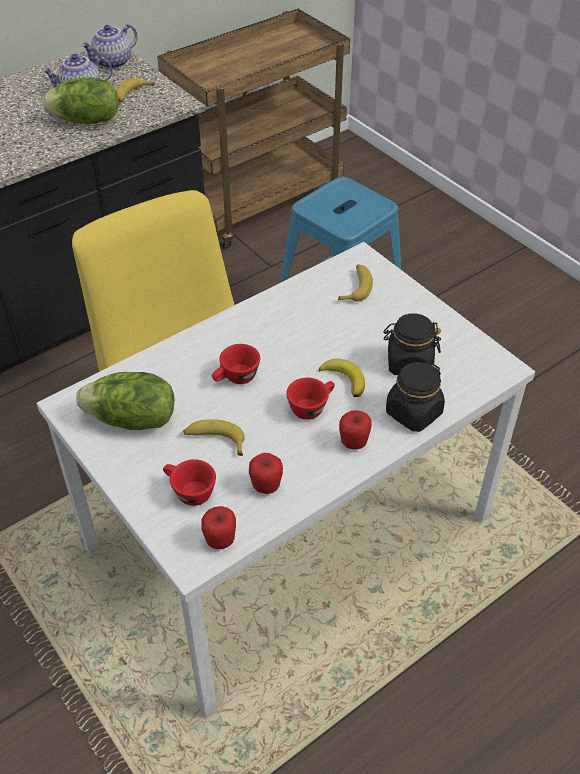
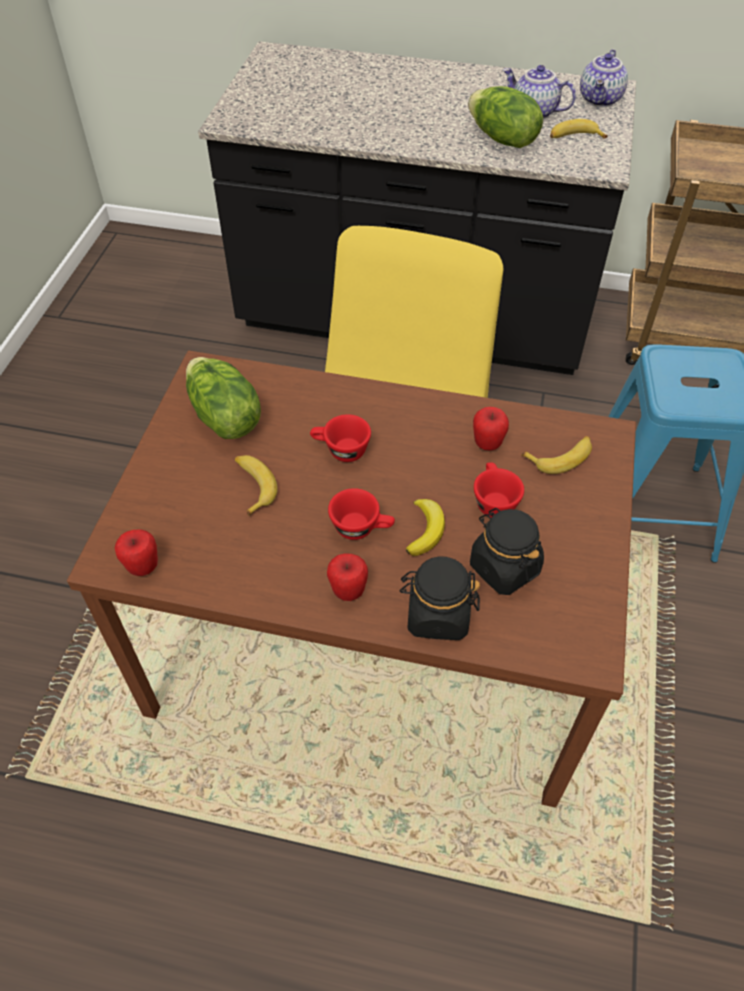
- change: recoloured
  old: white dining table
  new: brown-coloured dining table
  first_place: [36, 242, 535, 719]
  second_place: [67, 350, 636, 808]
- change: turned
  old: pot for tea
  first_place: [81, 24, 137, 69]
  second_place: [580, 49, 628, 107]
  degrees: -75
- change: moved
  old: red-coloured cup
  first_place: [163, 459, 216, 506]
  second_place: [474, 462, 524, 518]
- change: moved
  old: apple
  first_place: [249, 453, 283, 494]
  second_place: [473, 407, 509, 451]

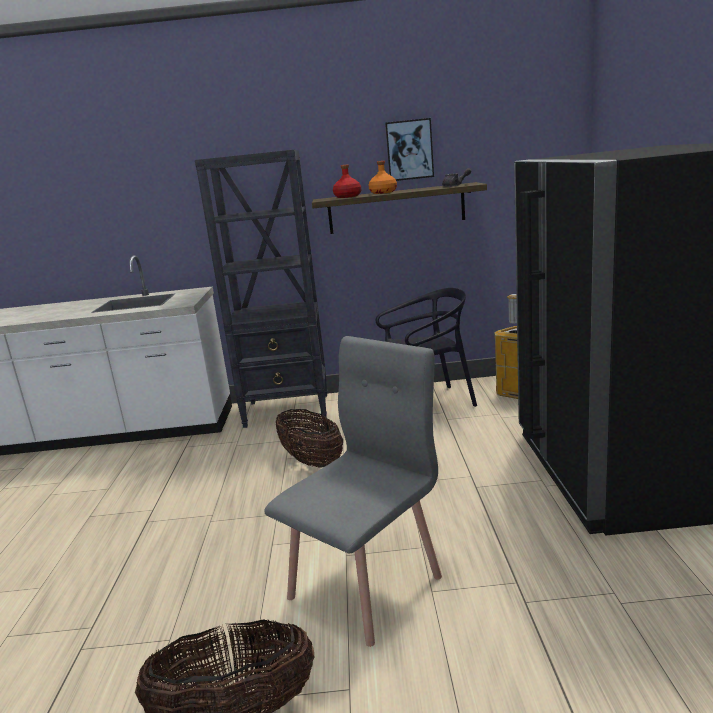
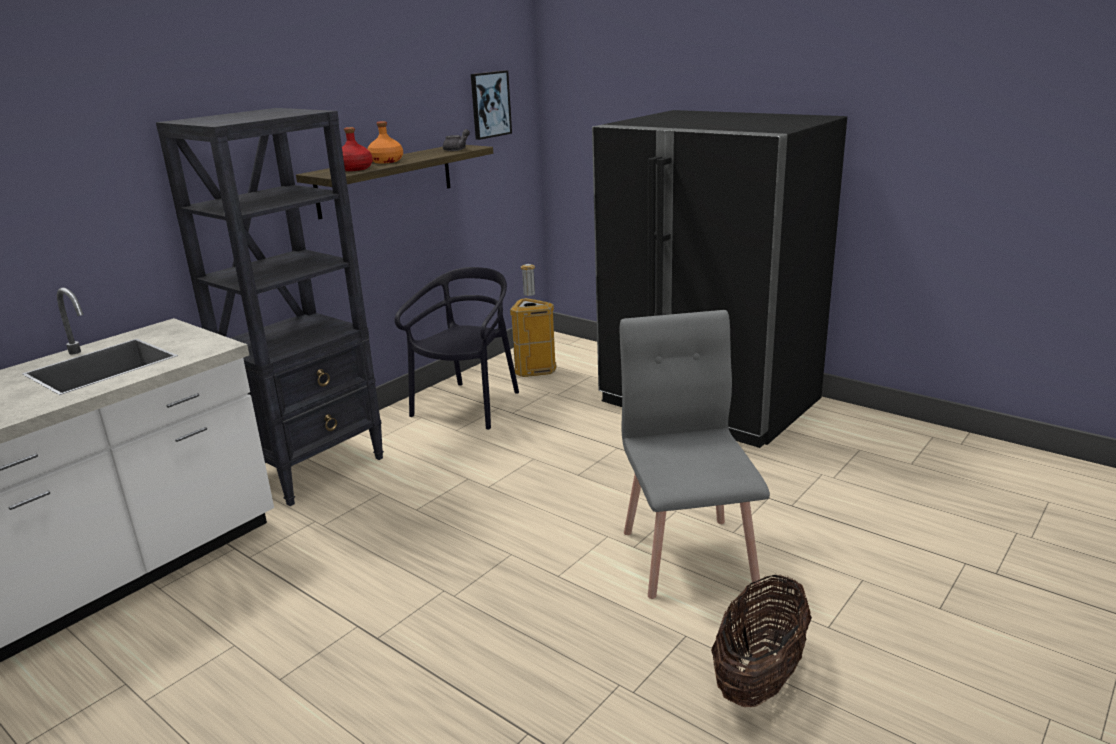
- change: removed
  old: basket
  first_place: [276, 409, 343, 468]
- change: moved
  old: wall picture
  first_place: [385, 118, 434, 181]
  second_place: [471, 71, 512, 140]

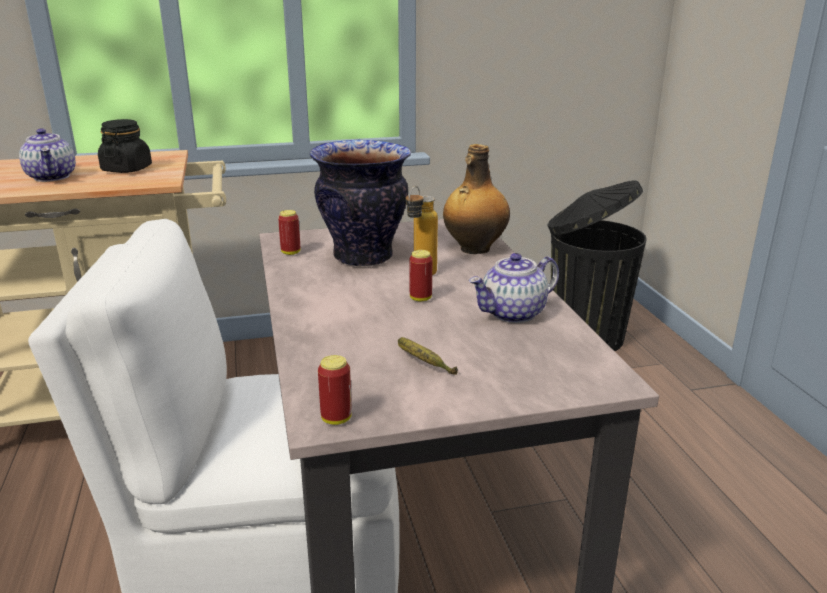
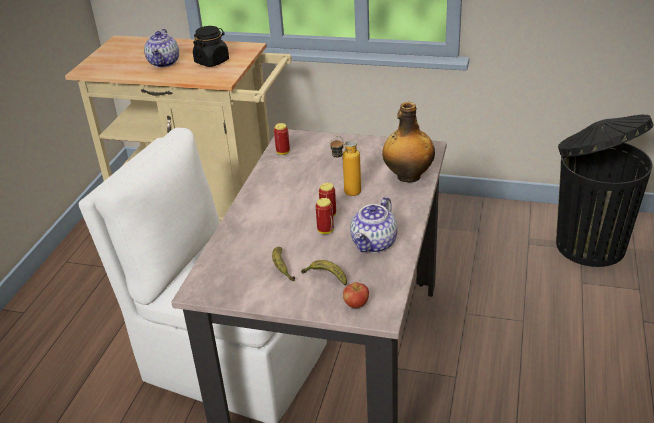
- change: removed
  old: flower vase
  first_place: [310, 140, 411, 266]
- change: moved
  old: can
  first_place: [318, 355, 352, 425]
  second_place: [316, 198, 334, 234]
- change: turned
  old: pot for tea
  first_place: [469, 253, 559, 323]
  second_place: [350, 197, 398, 253]
  degrees: -60
- change: added
  new: banana
  second_place: [301, 260, 347, 285]
- change: added
  new: apple
  second_place: [343, 282, 369, 308]

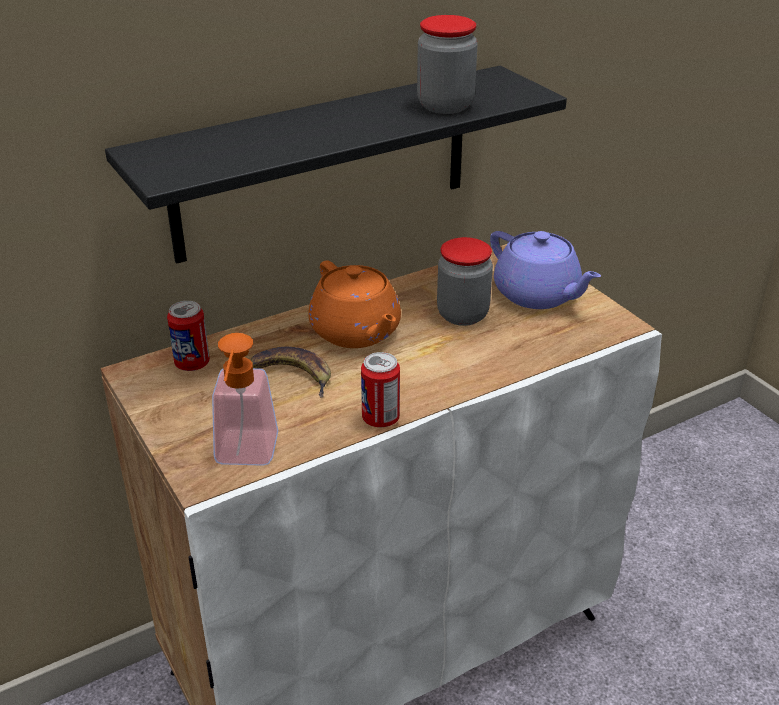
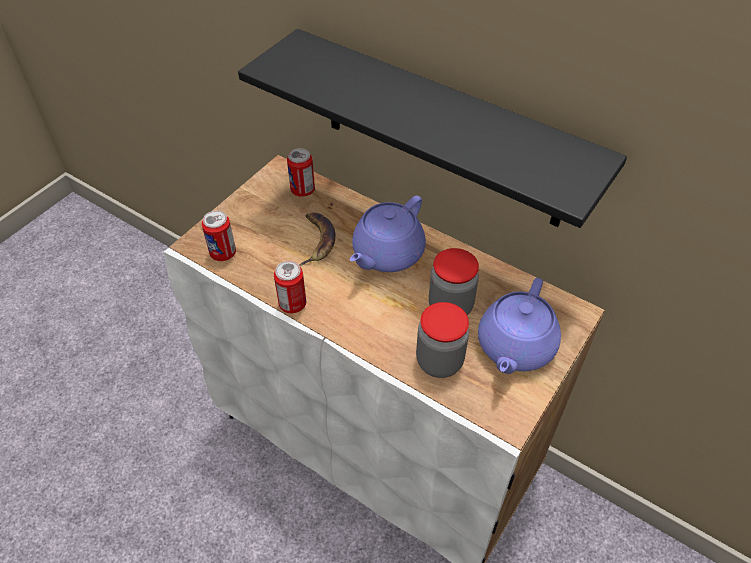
- change: replaced
  old: liquid soap bottle
  new: can
  first_place: [212, 333, 278, 466]
  second_place: [202, 210, 236, 261]
- change: recoloured
  old: orange-coloured pot for tea
  new: purplish pot for tea
  first_place: [308, 261, 401, 348]
  second_place: [350, 196, 426, 272]
- change: moved
  old: storage jar
  first_place: [417, 15, 478, 114]
  second_place: [416, 302, 469, 378]

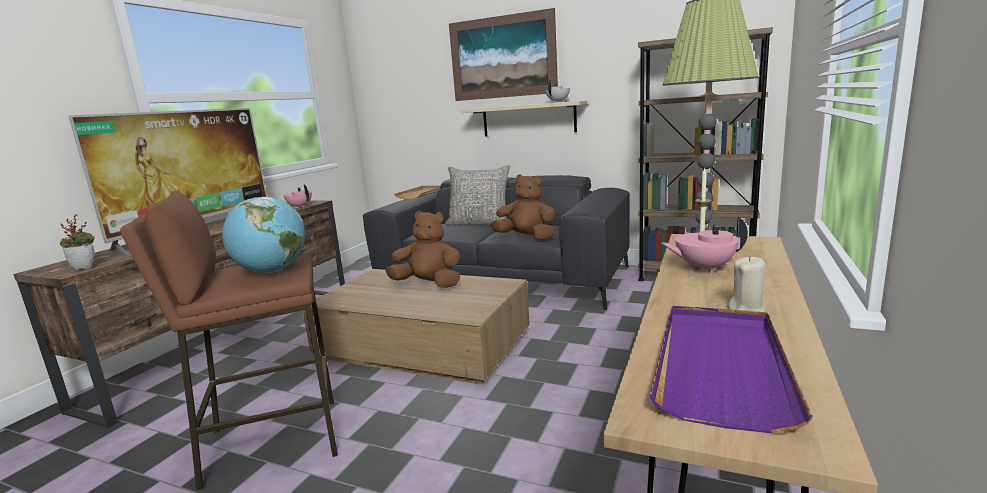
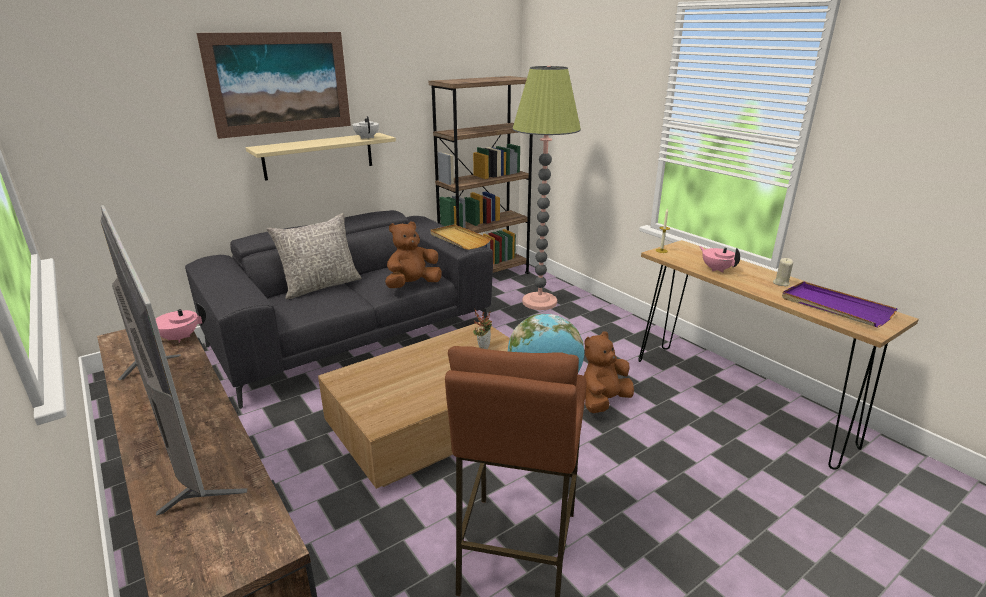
- change: moved
  old: potted plant
  first_place: [60, 214, 95, 270]
  second_place: [473, 310, 492, 349]
- change: moved
  old: brown-coloured soft toy
  first_place: [386, 210, 461, 288]
  second_place: [584, 332, 634, 413]
- change: moved
  old: beige carrying tray
  first_place: [394, 186, 440, 199]
  second_place: [430, 224, 491, 250]
- change: turned
  old: pink pot for tea
  first_place: [661, 216, 748, 273]
  second_place: [699, 246, 740, 272]
  degrees: 120

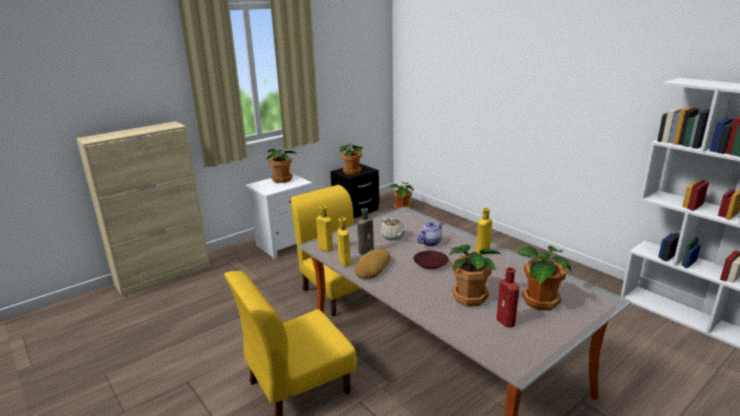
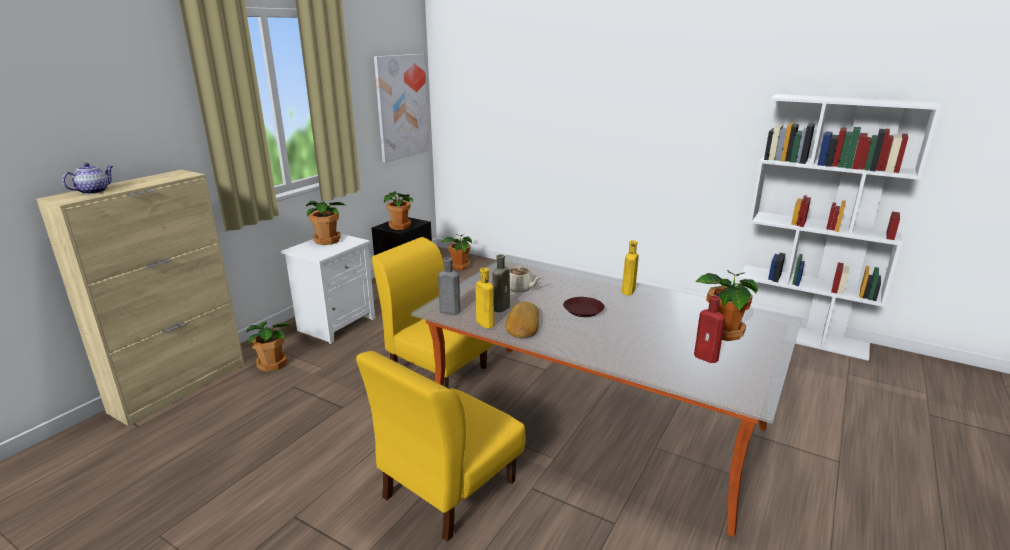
- change: recoloured
  old: yellowish beverage bottle
  new: grey beverage bottle
  first_place: [316, 206, 333, 252]
  second_place: [438, 257, 460, 315]
- change: moved
  old: pot for tea
  first_place: [417, 222, 443, 246]
  second_place: [62, 163, 113, 194]
- change: moved
  old: potted plant
  first_place: [449, 245, 501, 306]
  second_place: [246, 322, 293, 372]
- change: added
  new: wall picture
  second_place: [374, 54, 429, 162]

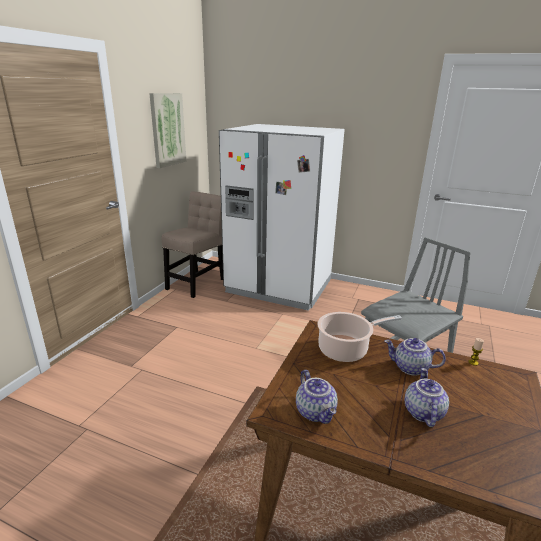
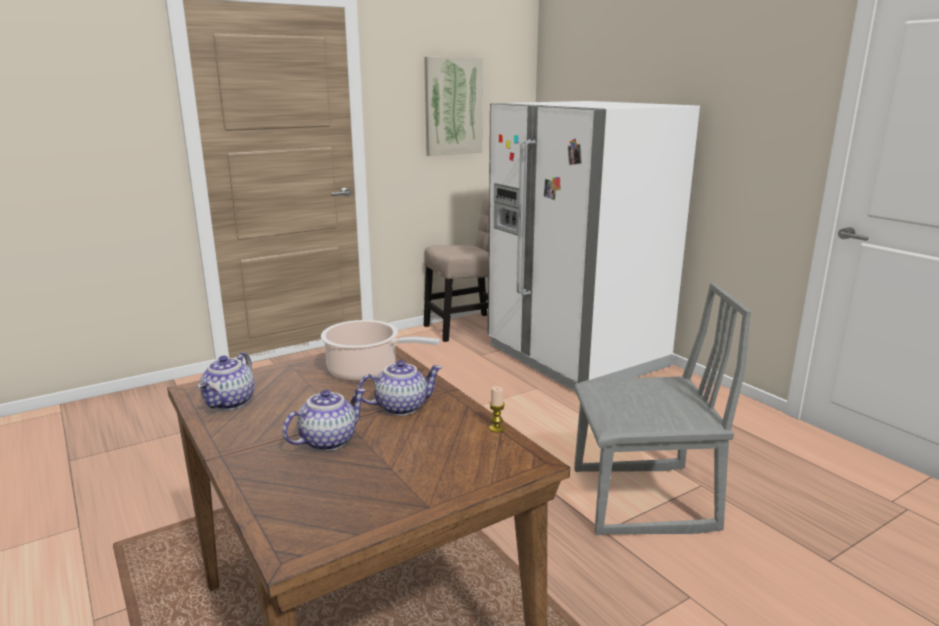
- change: turned
  old: pot for tea
  first_place: [384, 338, 446, 376]
  second_place: [357, 360, 442, 416]
  degrees: 105

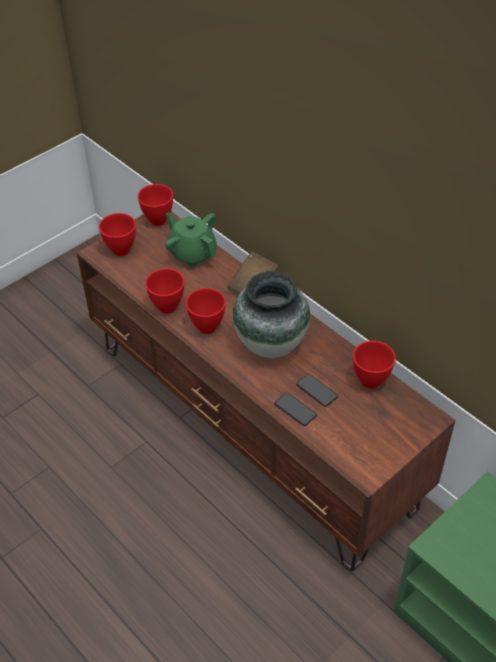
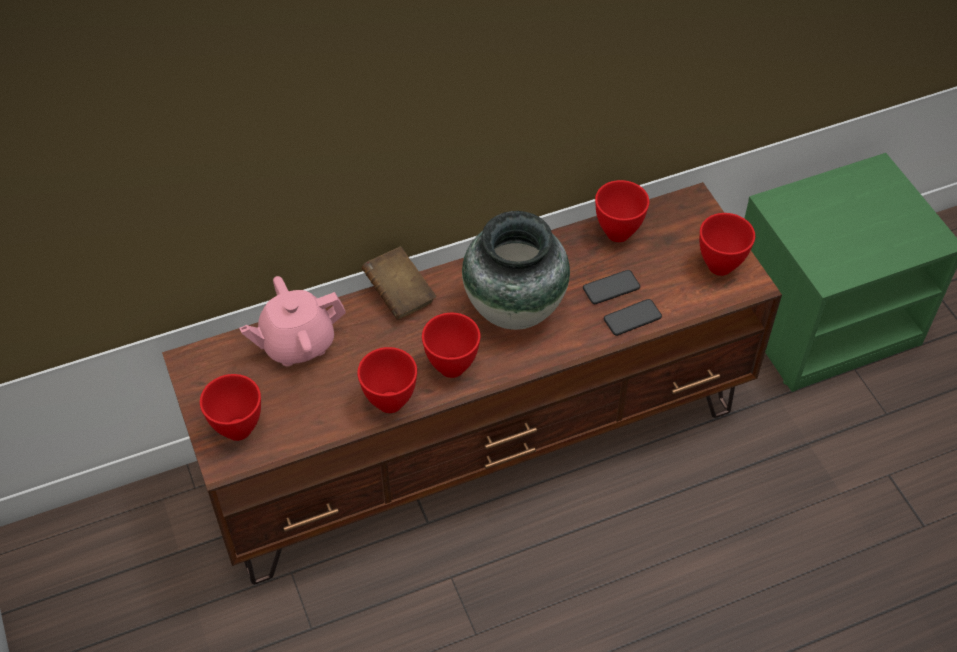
- change: moved
  old: red-coloured bowl
  first_place: [138, 184, 173, 226]
  second_place: [700, 213, 755, 276]
- change: recoloured
  old: green pot for tea
  new: pink pot for tea
  first_place: [165, 212, 217, 267]
  second_place: [239, 276, 346, 366]

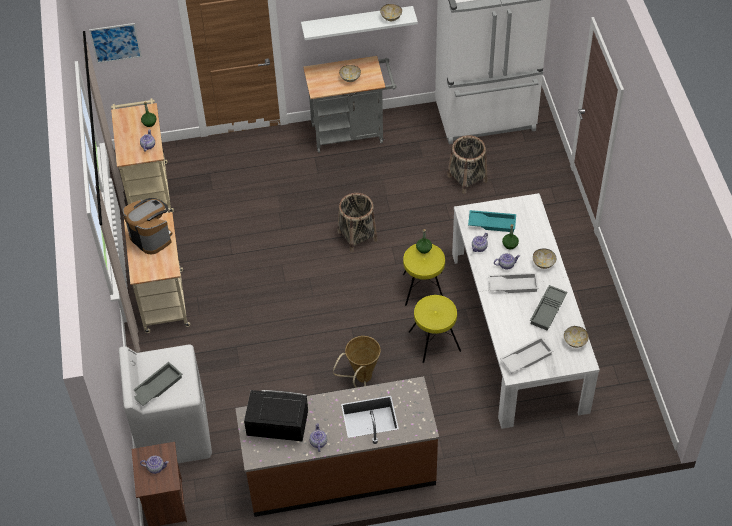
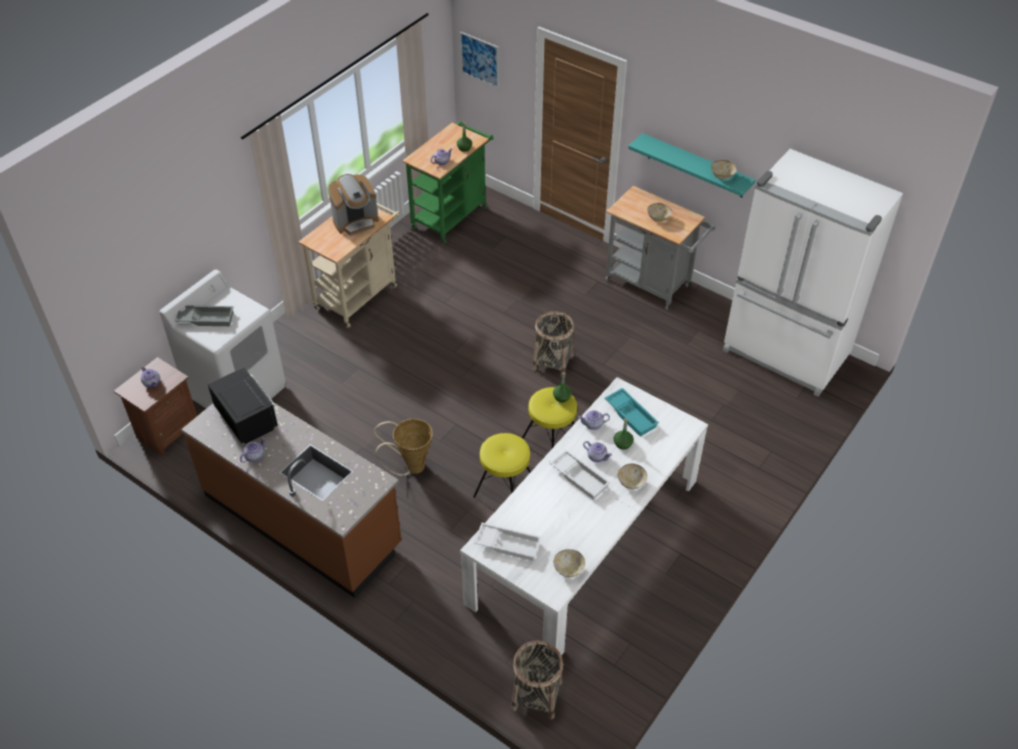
- change: recoloured
  old: beige trolley
  new: green trolley
  first_place: [111, 98, 174, 212]
  second_place: [402, 121, 494, 244]
- change: turned
  old: coffee machine
  first_place: [123, 198, 172, 254]
  second_place: [328, 174, 379, 236]
  degrees: 60
- change: recoloured
  old: white shelf
  new: blue-green shelf
  first_place: [301, 6, 418, 40]
  second_place: [628, 133, 755, 197]
- change: moved
  old: basket
  first_place: [447, 135, 488, 194]
  second_place: [511, 641, 563, 719]
- change: removed
  old: grey carrying tray
  first_place: [530, 285, 568, 331]

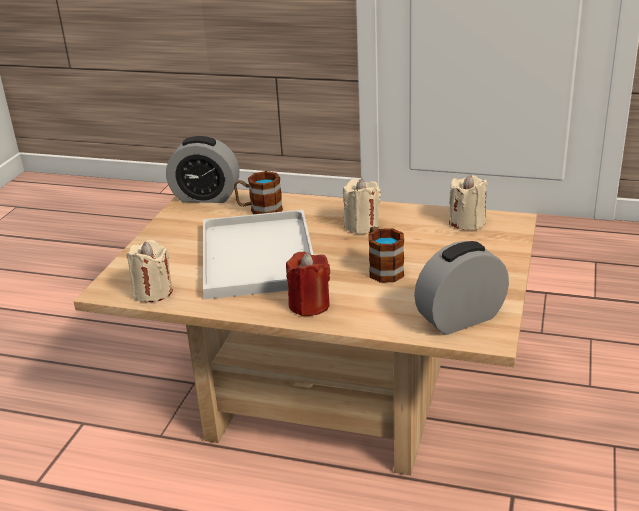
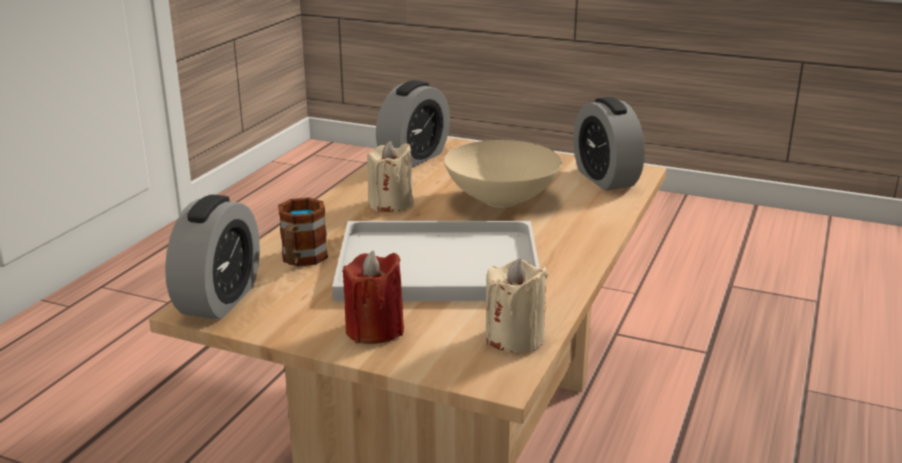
- change: moved
  old: red-coloured wax light
  first_place: [286, 252, 330, 317]
  second_place: [343, 251, 404, 344]
- change: replaced
  old: coffee mug
  new: beige bowl
  first_place: [368, 227, 404, 282]
  second_place: [444, 140, 562, 208]
- change: replaced
  old: beige wax light
  new: alarm clock
  first_place: [449, 174, 488, 230]
  second_place: [376, 80, 450, 168]

